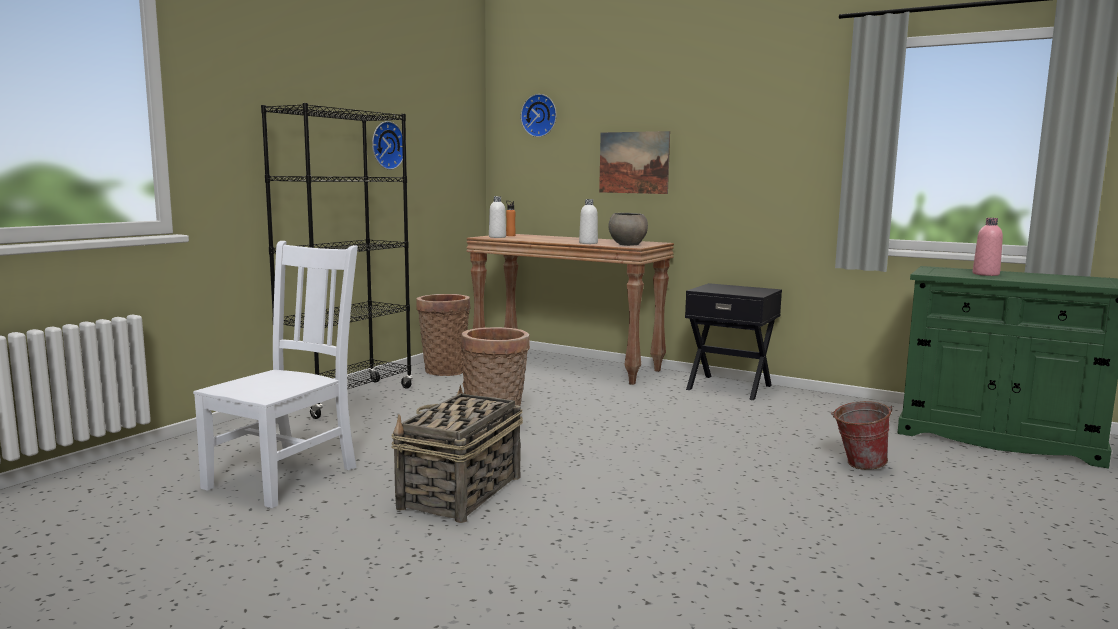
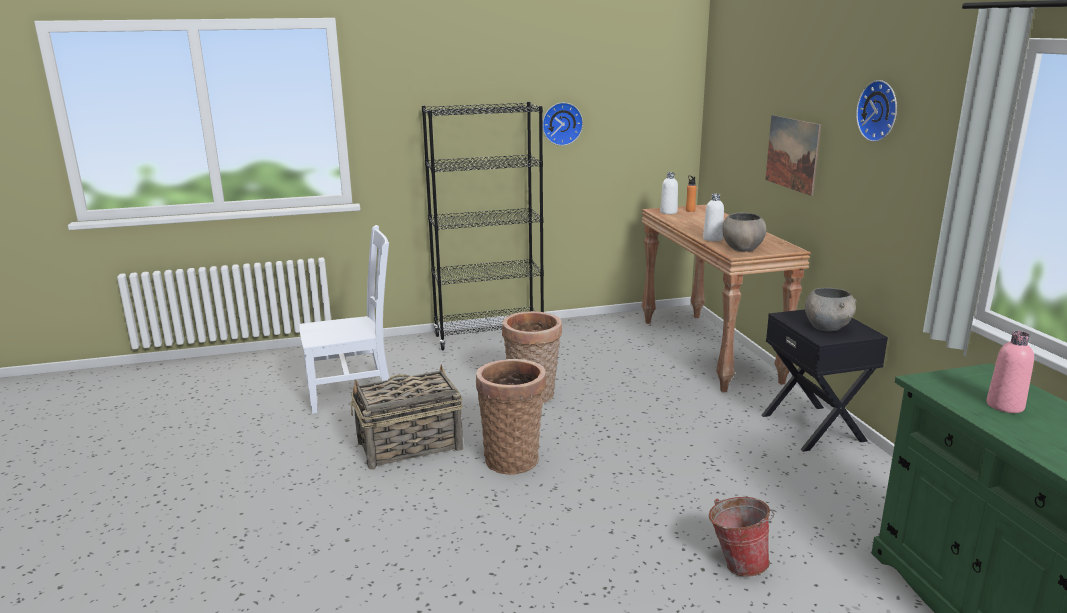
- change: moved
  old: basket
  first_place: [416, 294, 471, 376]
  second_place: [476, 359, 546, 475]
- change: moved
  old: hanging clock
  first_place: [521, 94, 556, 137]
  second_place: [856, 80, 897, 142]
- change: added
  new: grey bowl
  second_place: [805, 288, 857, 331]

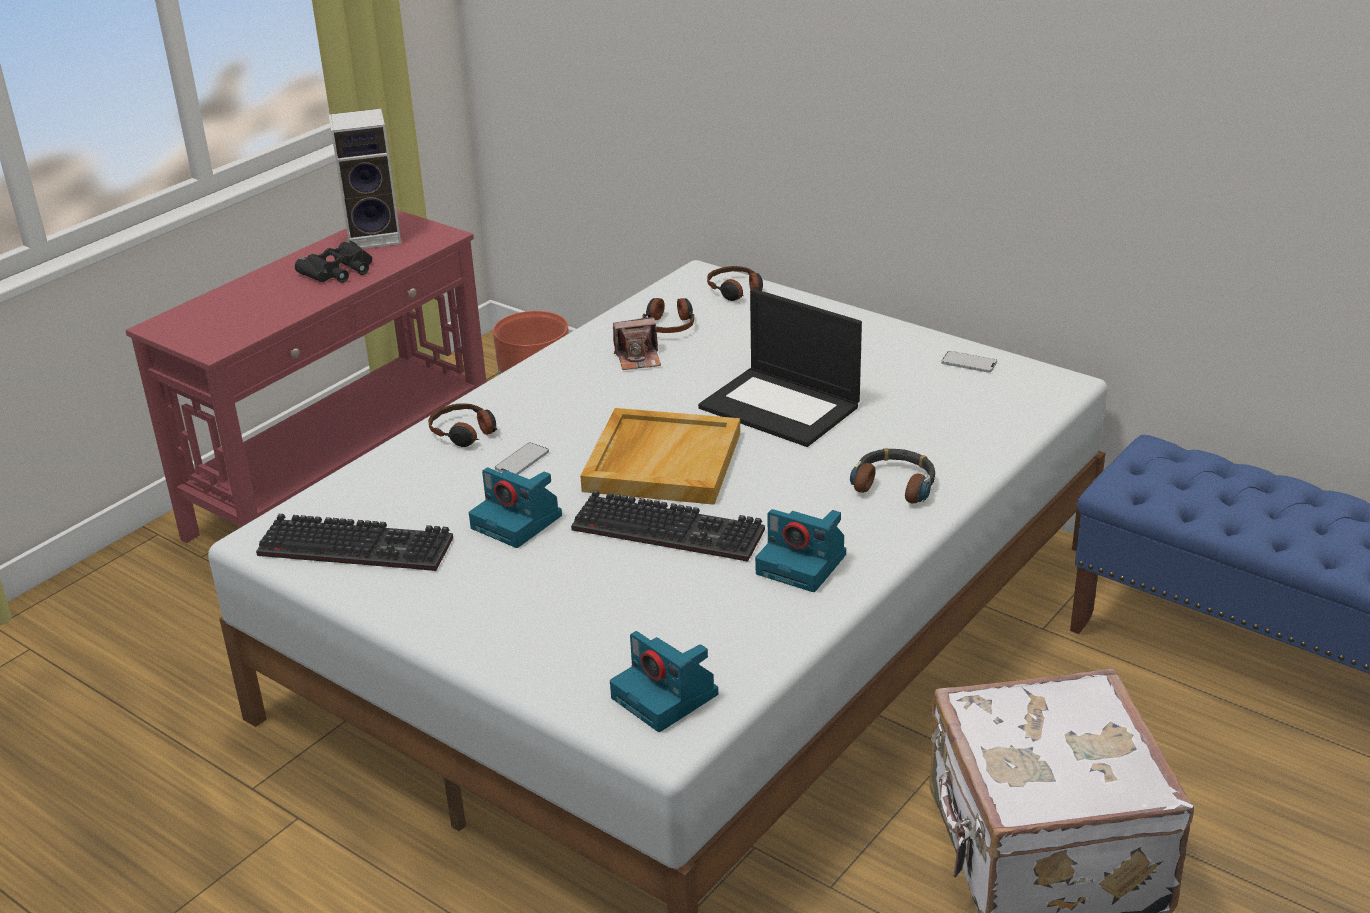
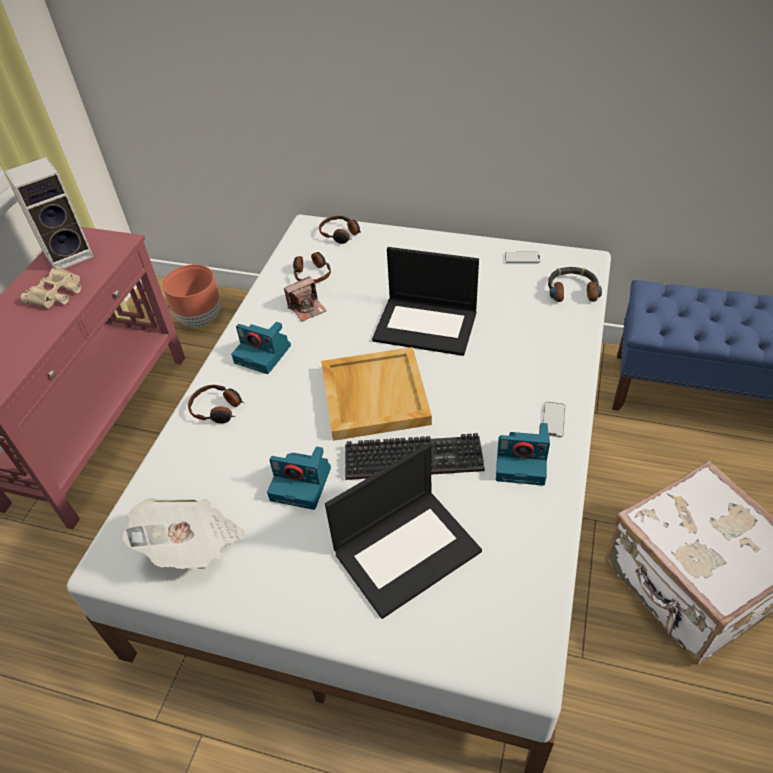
- change: replaced
  old: PC keyboard
  new: printed paper
  first_place: [256, 514, 453, 571]
  second_place: [121, 498, 244, 570]
- change: recoloured
  old: black binoculars
  new: beige binoculars
  first_place: [295, 240, 372, 283]
  second_place: [21, 266, 81, 308]
- change: moved
  old: phone
  first_place: [495, 443, 549, 475]
  second_place: [543, 402, 565, 437]
- change: moved
  old: photo camera
  first_place: [610, 631, 718, 732]
  second_place: [231, 322, 291, 374]
- change: moved
  old: headset
  first_place: [850, 448, 935, 504]
  second_place: [548, 267, 602, 302]
- change: added
  new: laptop
  second_place: [325, 443, 482, 619]

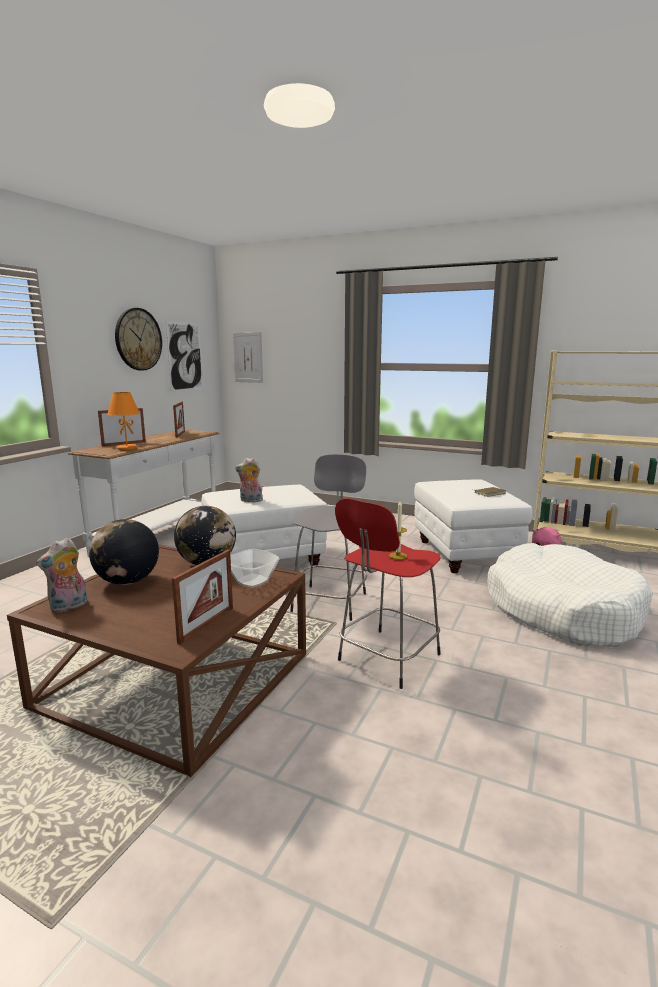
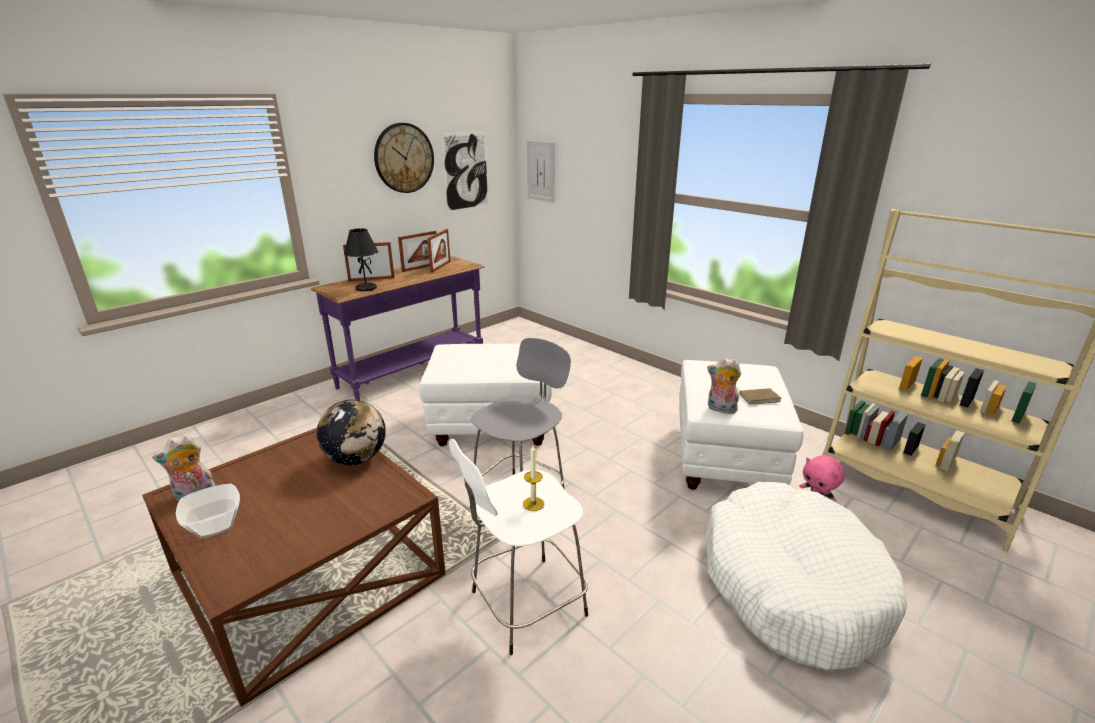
- change: recoloured
  old: white narrow table
  new: purplish narrow table
  first_place: [68, 430, 219, 557]
  second_place: [311, 256, 485, 400]
- change: removed
  old: world globe
  first_place: [89, 519, 159, 585]
- change: recoloured
  old: orange-coloured table lamp
  new: black table lamp
  first_place: [107, 392, 140, 450]
  second_place: [344, 228, 378, 291]
- change: moved
  old: photo frame
  first_place: [172, 550, 233, 644]
  second_place: [398, 231, 436, 272]
- change: moved
  old: bowl
  first_place: [230, 549, 279, 588]
  second_place: [176, 484, 240, 538]
- change: moved
  old: soft toy
  first_place: [235, 458, 263, 502]
  second_place: [707, 358, 741, 414]
- change: recoloured
  old: red-coloured stool
  new: white stool
  first_place: [335, 498, 441, 689]
  second_place: [449, 439, 588, 655]

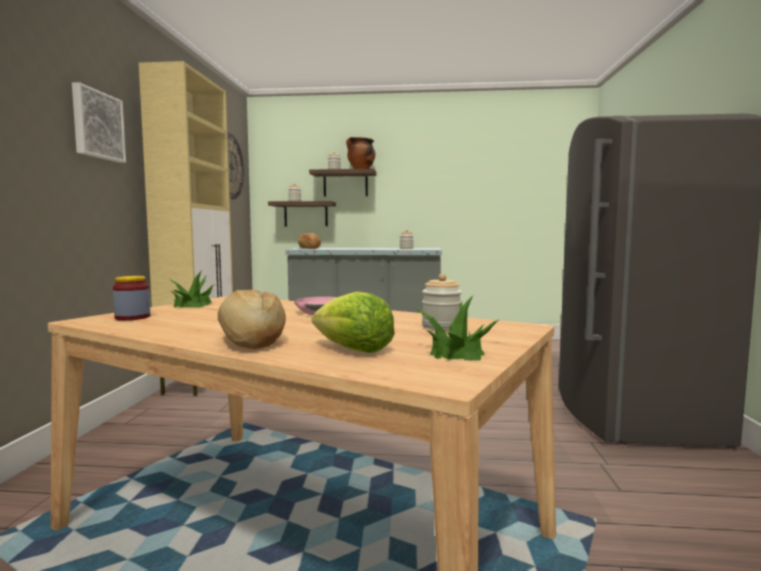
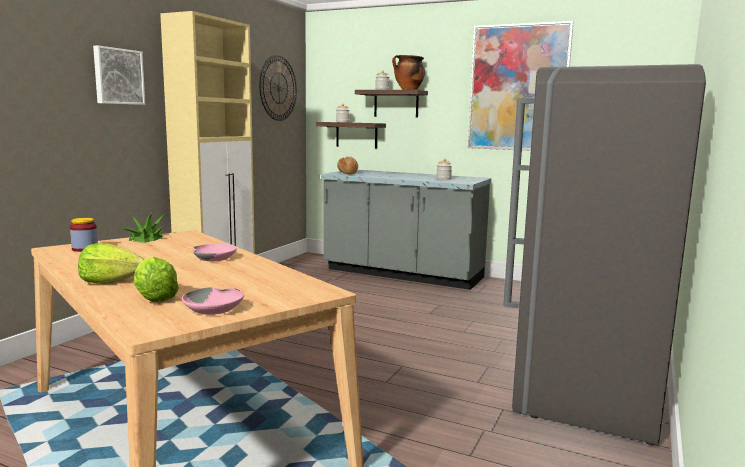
- change: replaced
  old: baked bread
  new: lettuce
  first_place: [218, 290, 286, 349]
  second_place: [78, 243, 144, 284]
- change: replaced
  old: potted plant
  new: pink bowl
  first_place: [413, 296, 499, 360]
  second_place: [182, 287, 244, 315]
- change: removed
  old: storage jar
  first_place: [422, 274, 462, 330]
- change: added
  new: wall picture
  second_place: [468, 21, 574, 151]

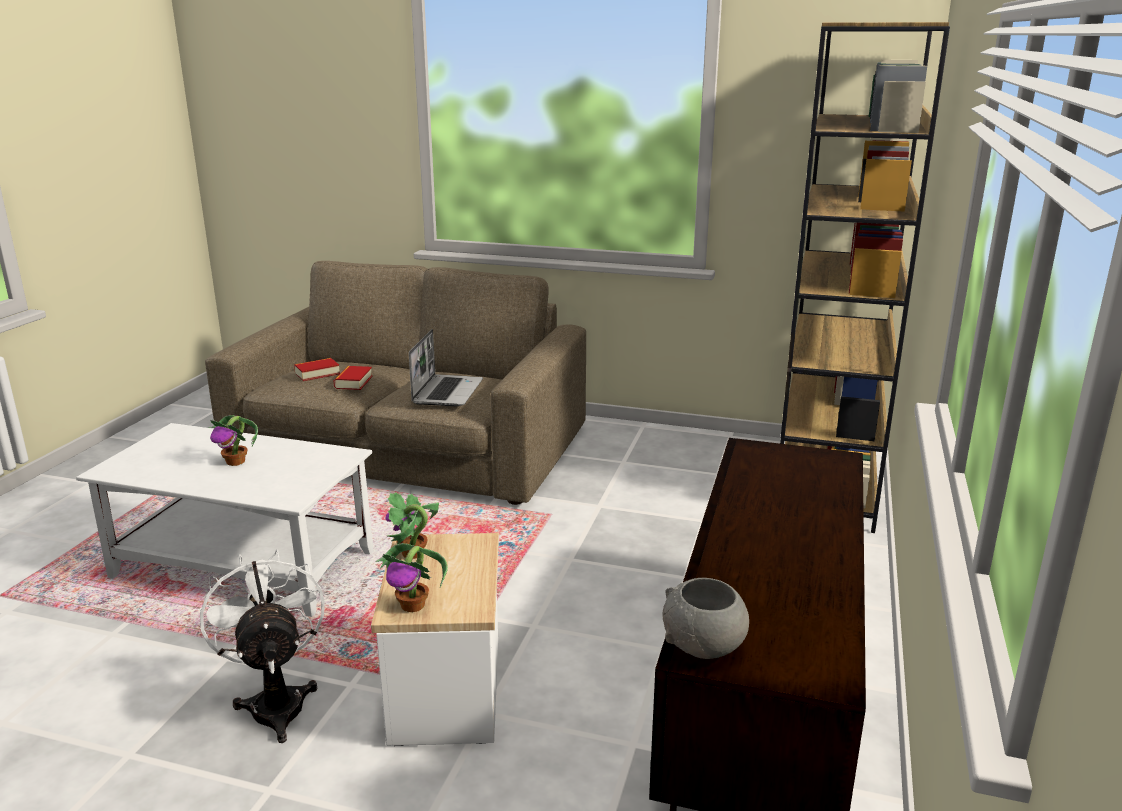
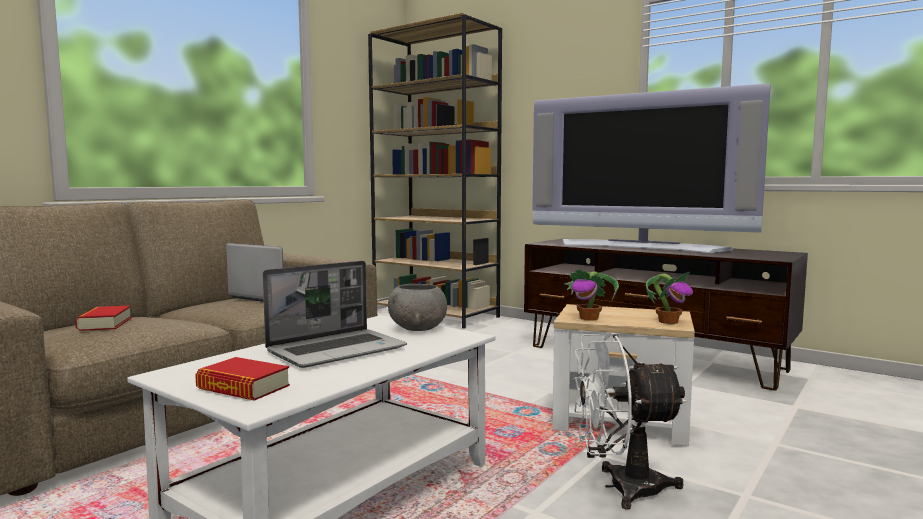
- change: replaced
  old: potted plant
  new: laptop
  first_place: [209, 415, 258, 466]
  second_place: [263, 261, 407, 368]
- change: moved
  old: bound book
  first_place: [334, 366, 373, 390]
  second_place: [195, 357, 290, 401]
- change: moved
  old: grey bowl
  first_place: [663, 578, 749, 659]
  second_place: [388, 284, 447, 331]
- change: added
  new: television
  second_place: [532, 83, 771, 253]

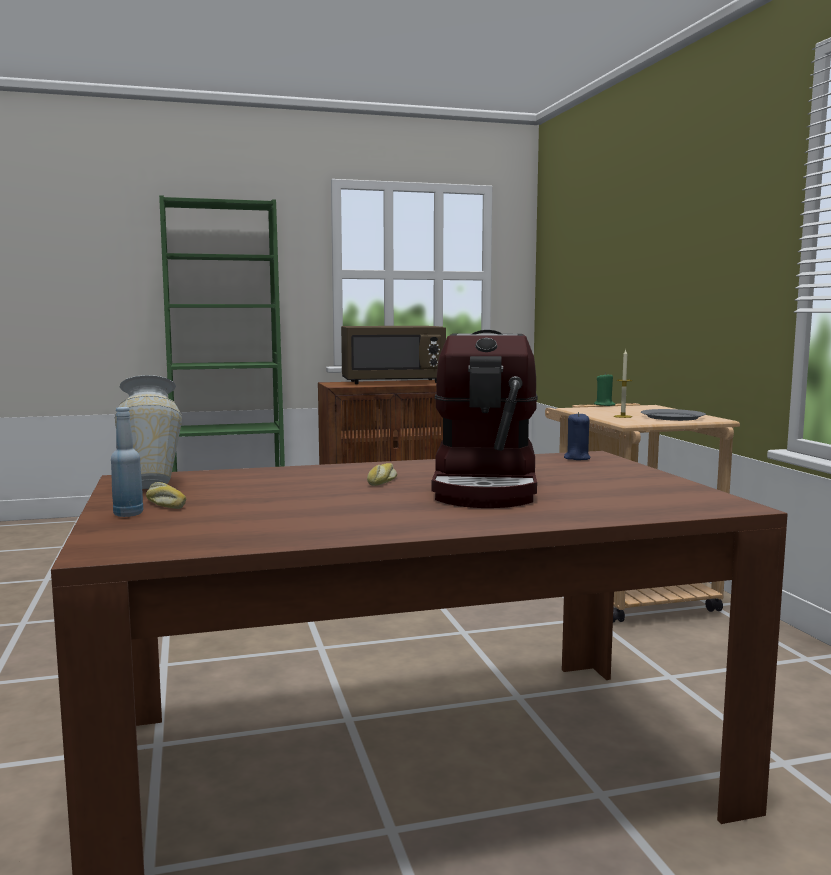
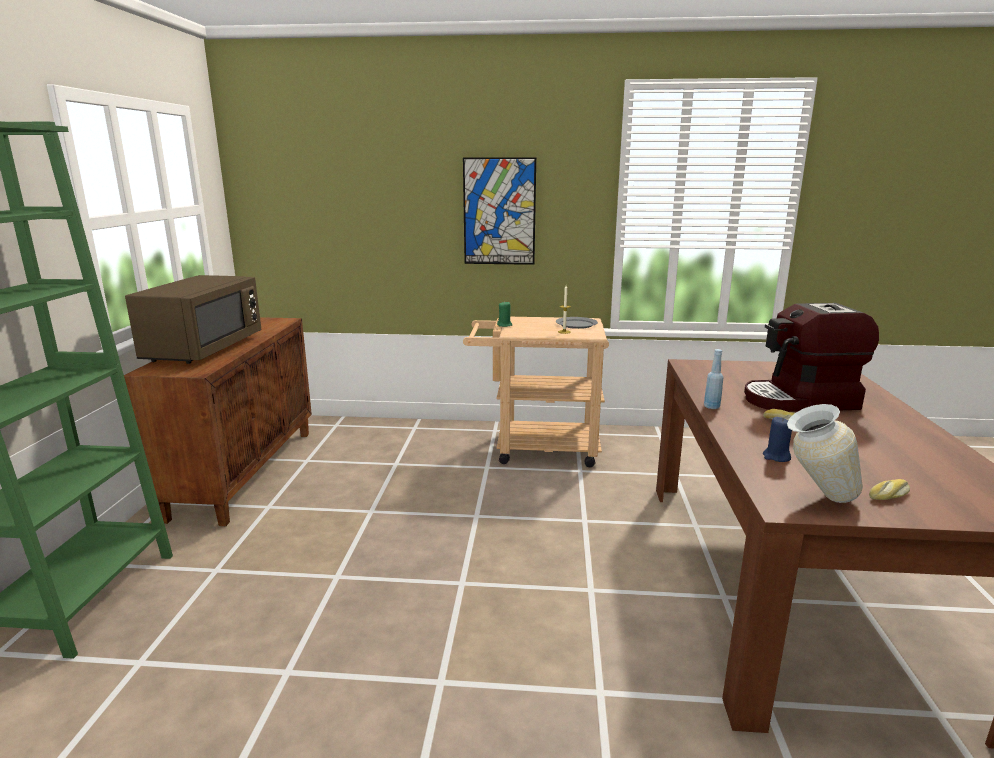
- change: moved
  old: blue-coloured beverage bottle
  first_place: [111, 407, 143, 517]
  second_place: [704, 349, 723, 409]
- change: turned
  old: coffee machine
  first_place: [432, 330, 538, 508]
  second_place: [744, 303, 879, 412]
  degrees: 150
- change: moved
  old: blue-coloured wax light
  first_place: [564, 412, 590, 460]
  second_place: [763, 417, 792, 462]
- change: added
  new: wall picture
  second_place: [463, 158, 536, 265]

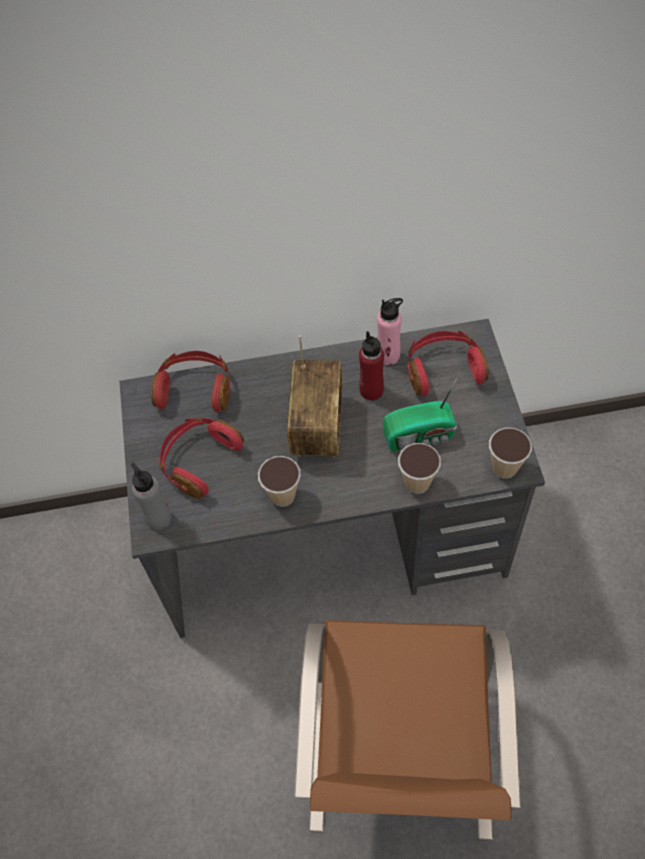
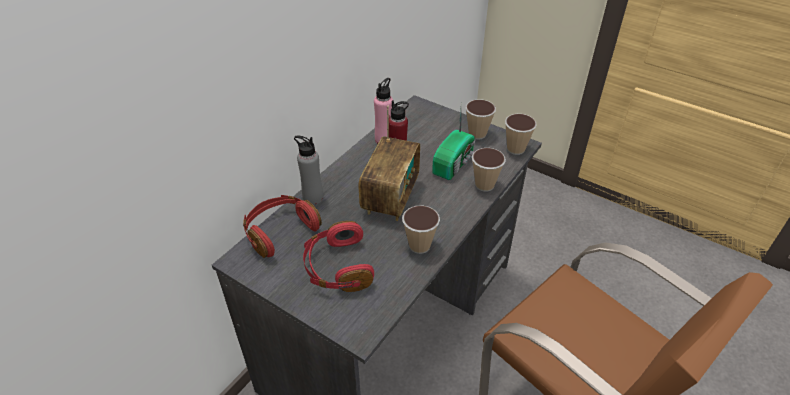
- change: moved
  old: grey beverage bottle
  first_place: [131, 463, 172, 530]
  second_place: [294, 135, 323, 205]
- change: turned
  old: radio
  first_place: [287, 335, 342, 457]
  second_place: [359, 106, 420, 221]
  degrees: 60
- change: removed
  old: red-coloured headset
  first_place: [408, 331, 489, 396]
- change: added
  new: cup
  second_place: [466, 99, 496, 139]

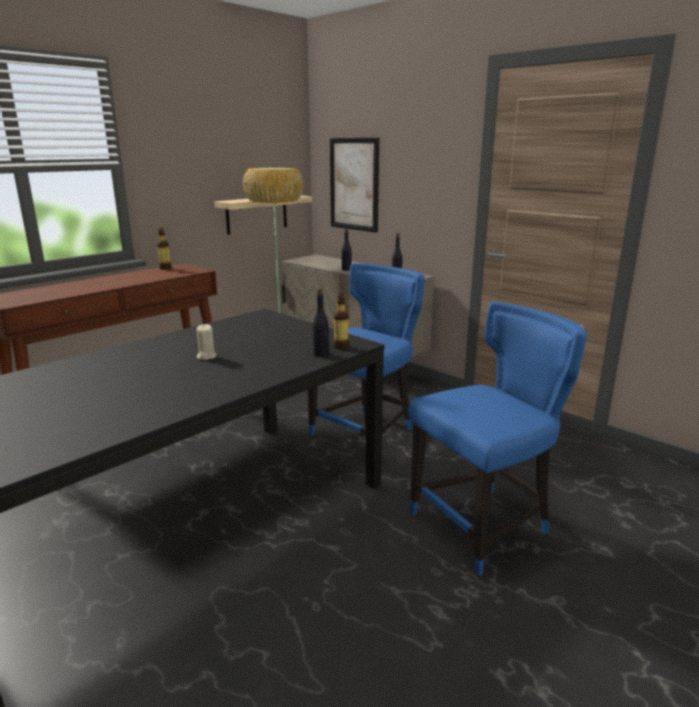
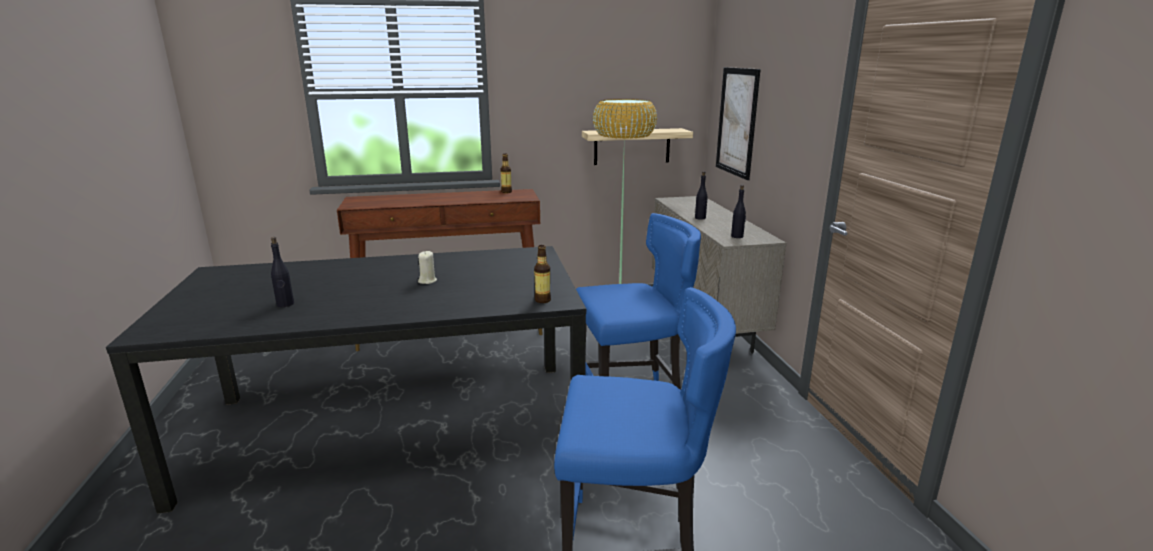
- change: moved
  old: black beverage bottle
  first_place: [313, 288, 329, 357]
  second_place: [271, 237, 294, 307]

